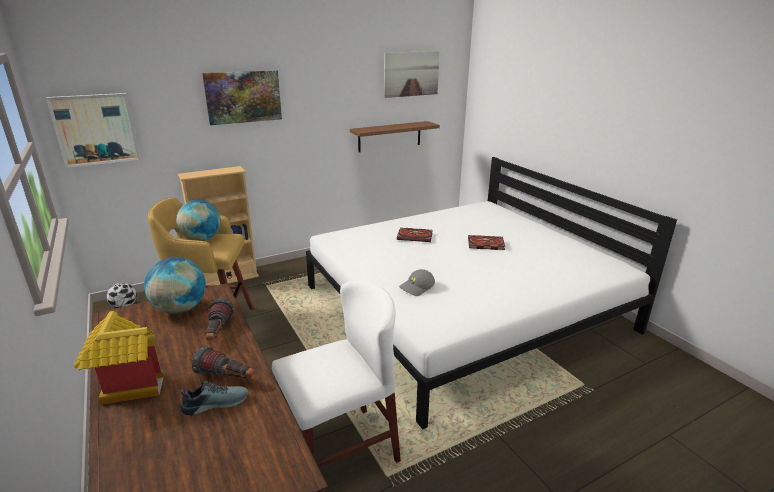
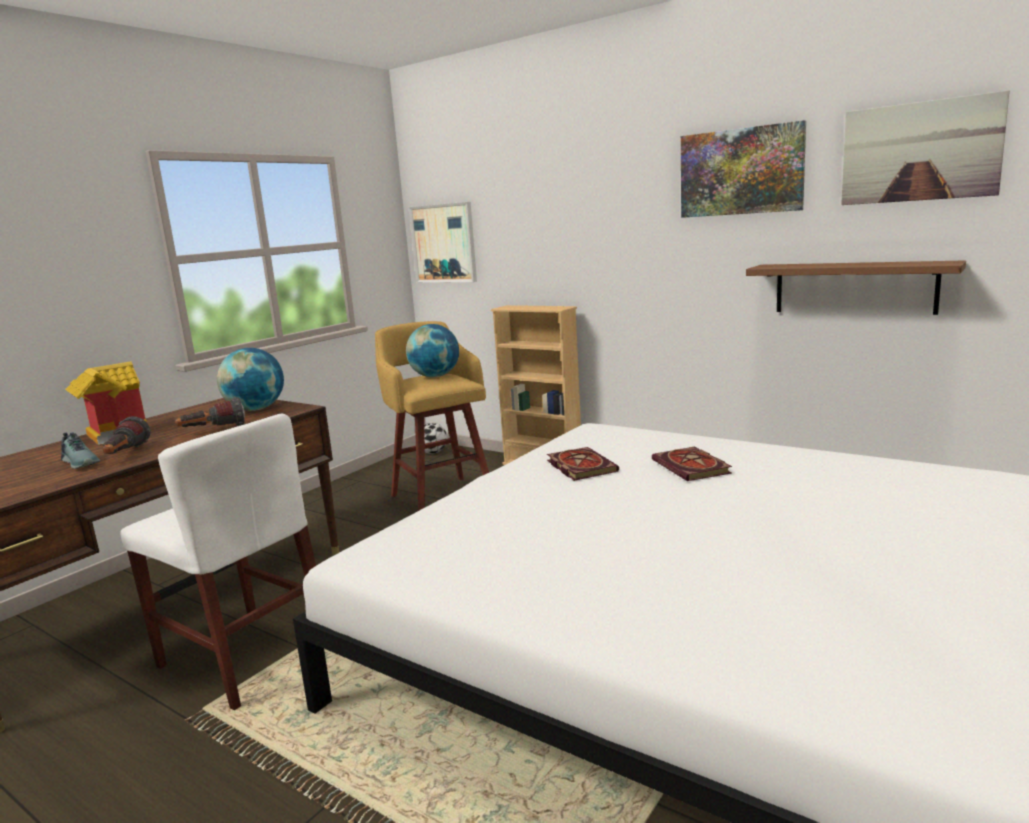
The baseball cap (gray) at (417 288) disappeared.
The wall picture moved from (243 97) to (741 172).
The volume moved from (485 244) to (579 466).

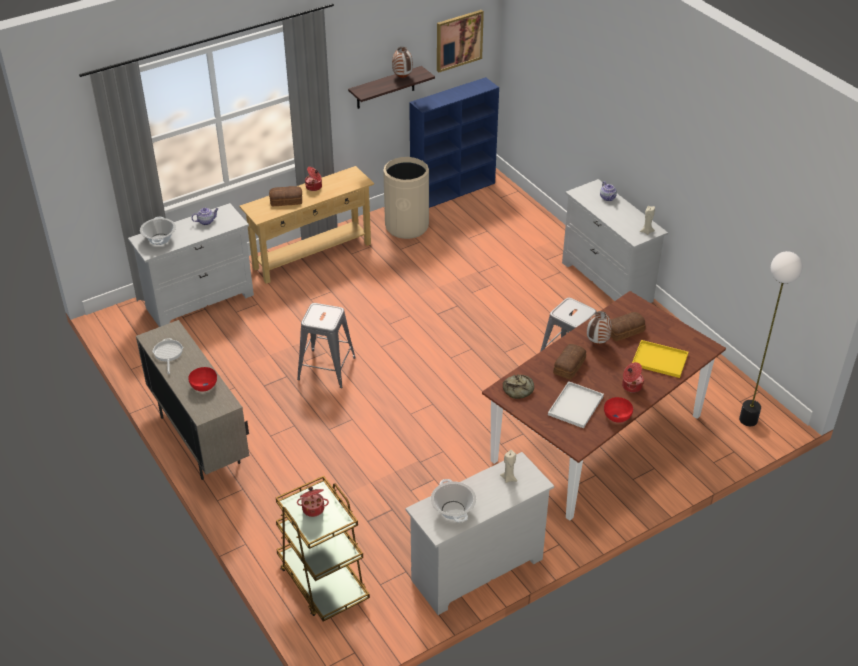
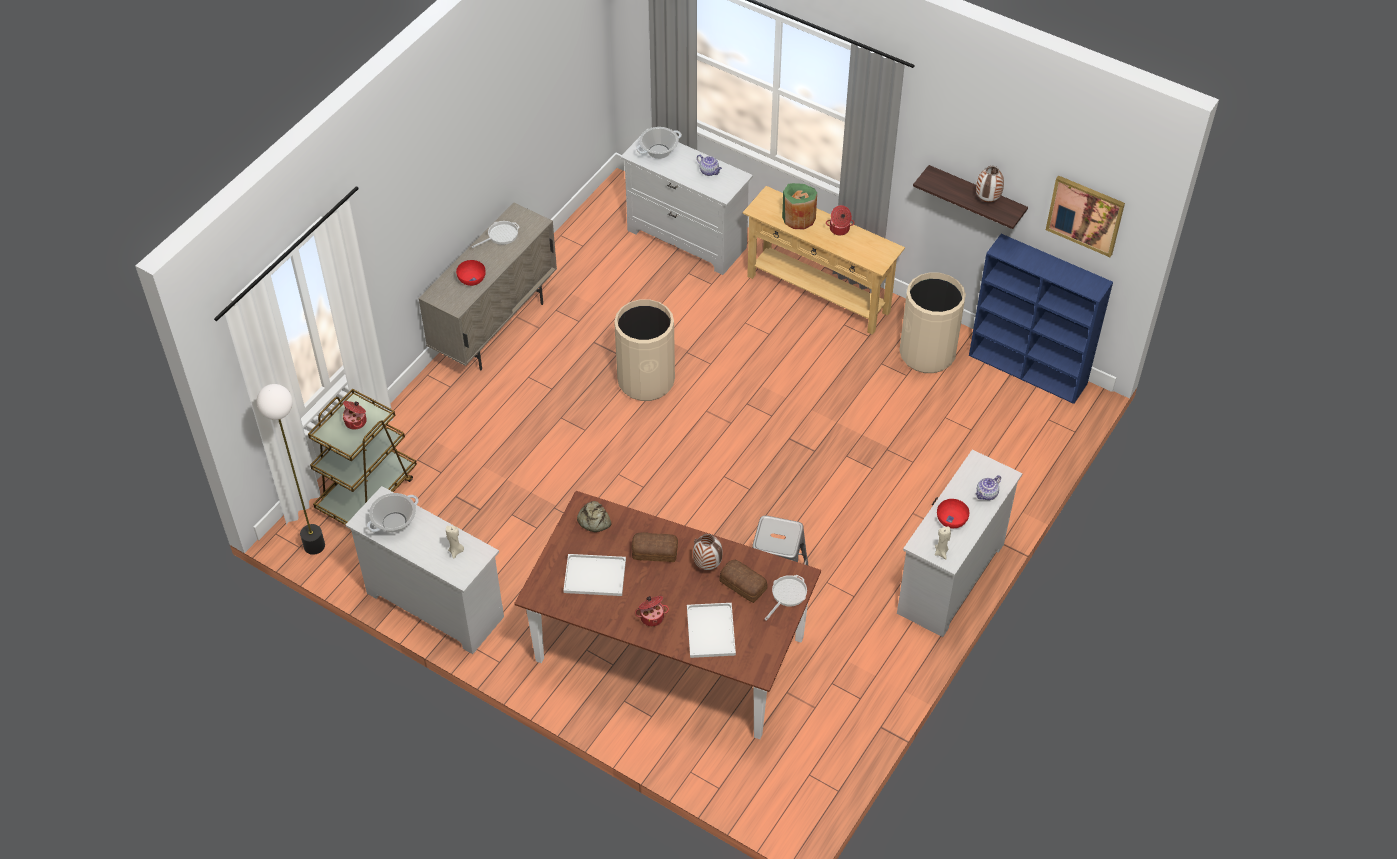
The frying pan at (787 594) appeared.
The serving bowl (red) moved from (617 416) to (951 520).
The standing lamp moved from (748 419) to (314 545).
The bread at (286 201) was replaced by the decorative vase (greenish) at (798 218).
The stool (gray) at (326 369) was replaced by the trash can (beige) at (646 380).
The tray (yellow-coloured) at (661 359) became the tray (white) at (711 632).

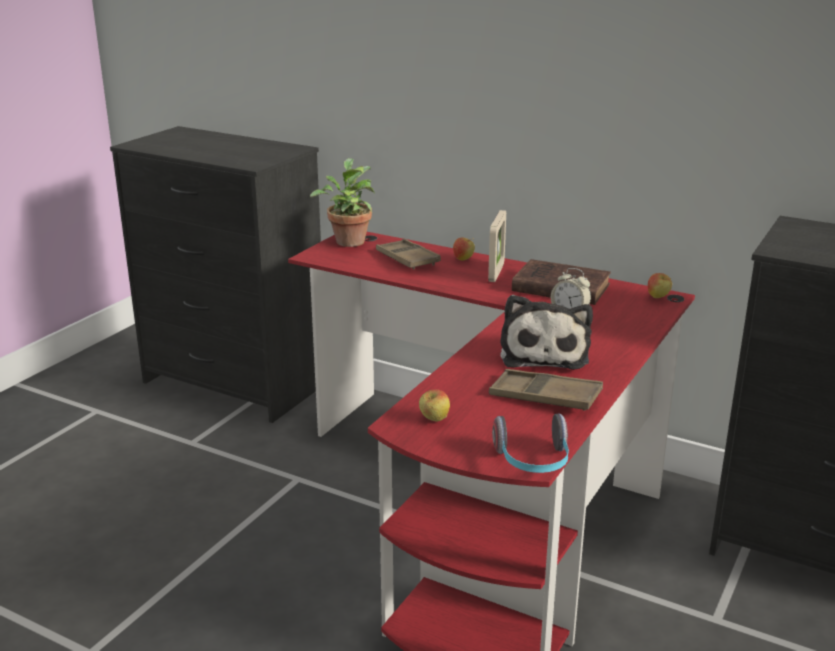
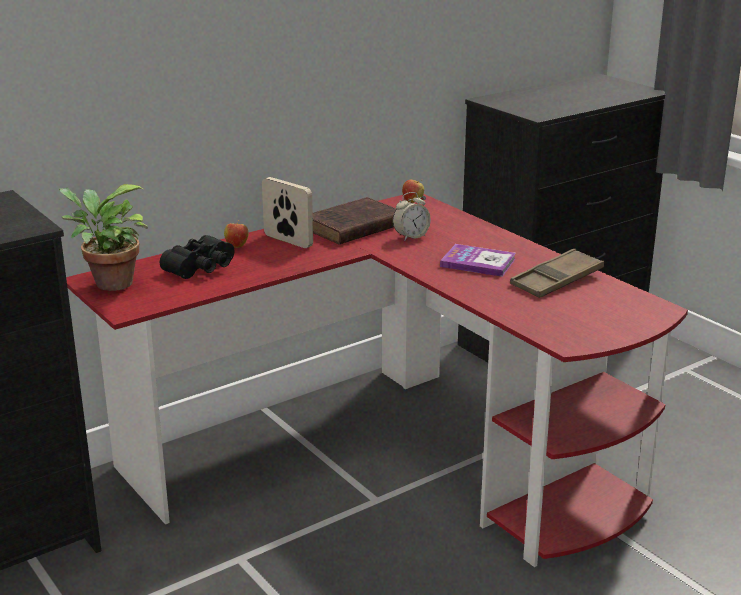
The whole apple at (434 420) disappeared.
The headphones at (533 462) disappeared.
The tray (brownish) at (407 259) was replaced by the binoculars (black) at (203 268).
The soft toy at (544 353) was replaced by the volume at (478 262).

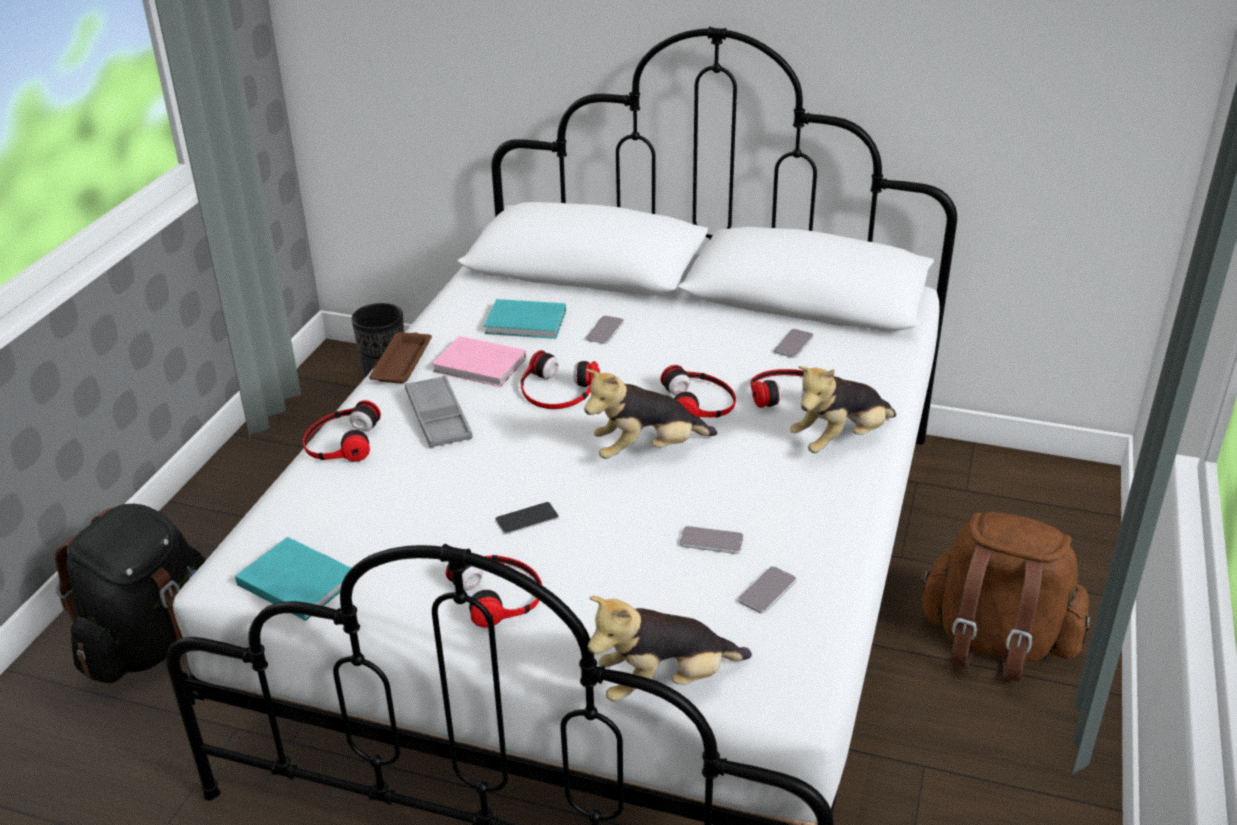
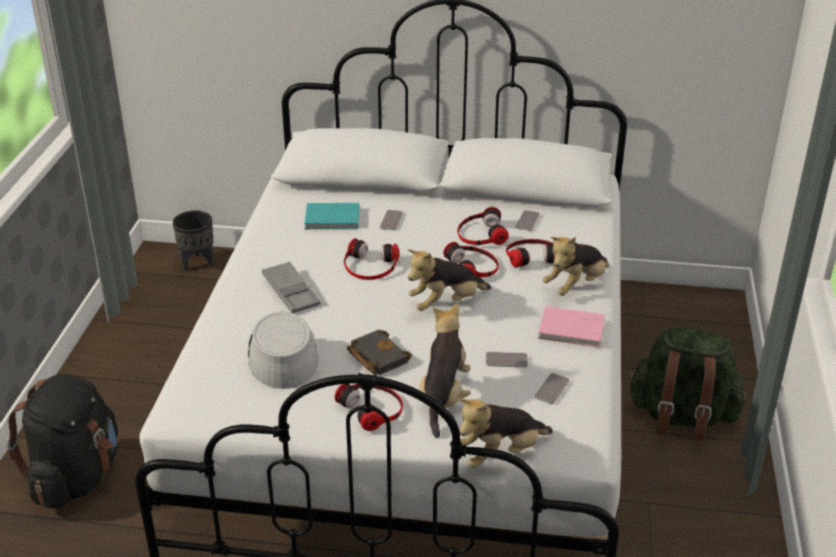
The volume (blue-green) at (296 580) disappeared.
The tray (brownish) at (402 362) disappeared.
The hat (gray) at (282 355) appeared.
The soft toy at (443 397) appeared.
The headphones moved from (340 441) to (481 234).
The volume (pink) moved from (481 366) to (573 330).
The phone at (527 518) was replaced by the volume (black) at (376 356).
The backpack (brownish) at (995 643) became the backpack (greenish) at (681 417).

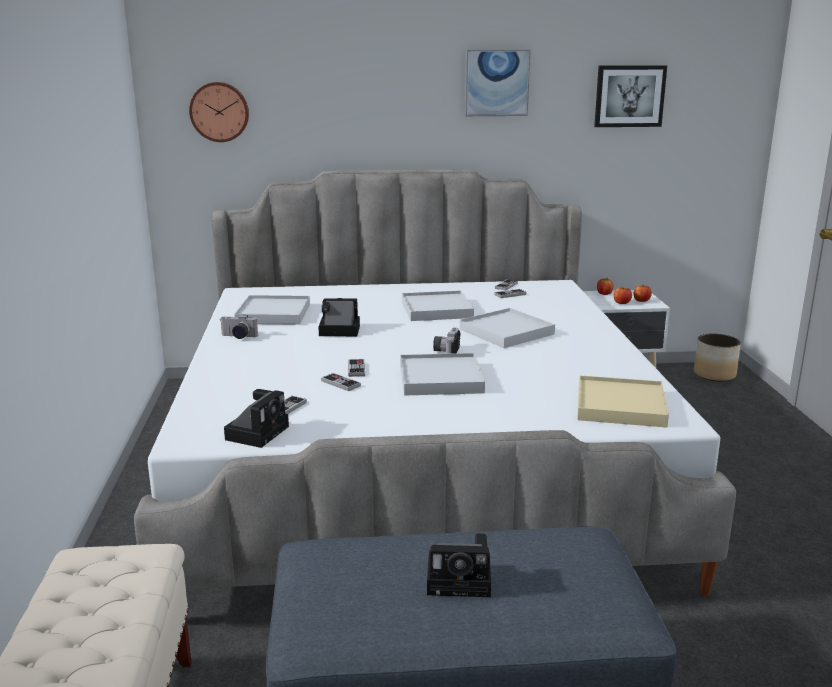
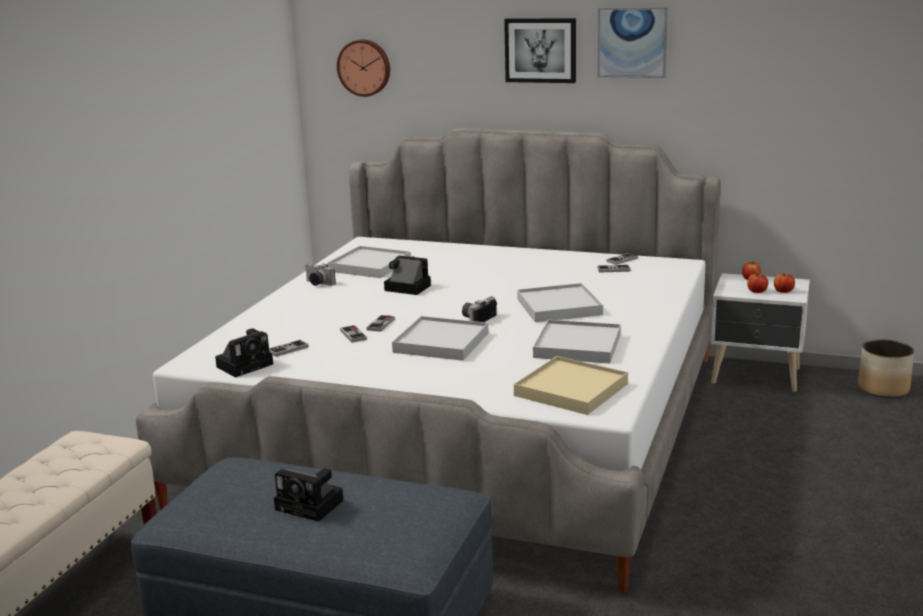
The tray (white) moved from (436 309) to (577 346).
The wall picture moved from (629 96) to (540 50).

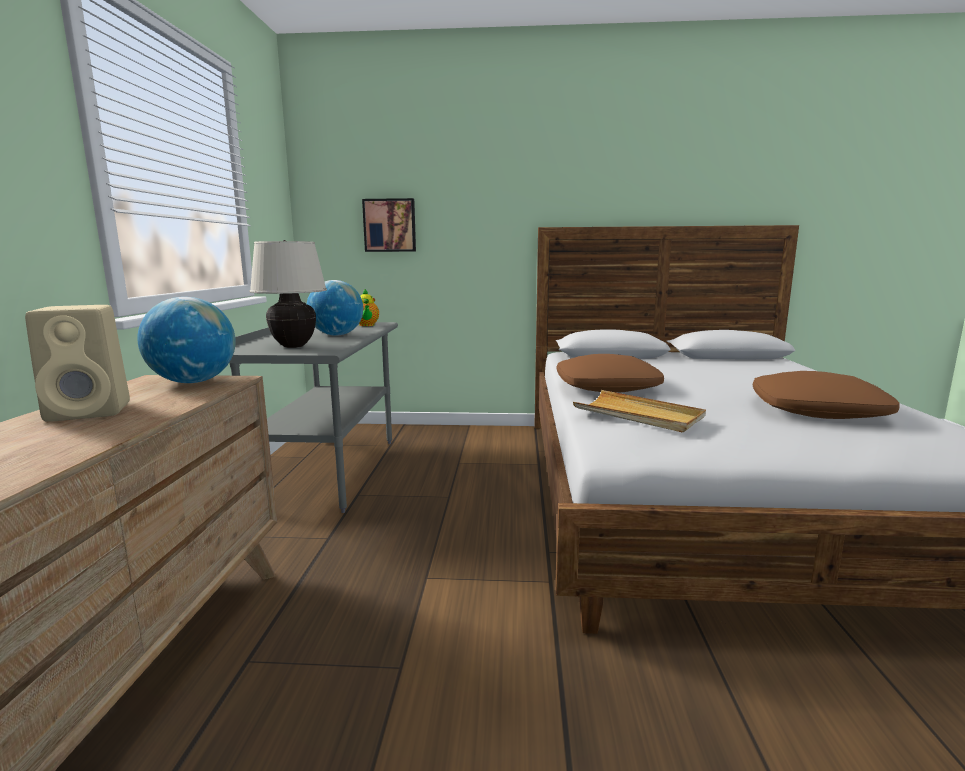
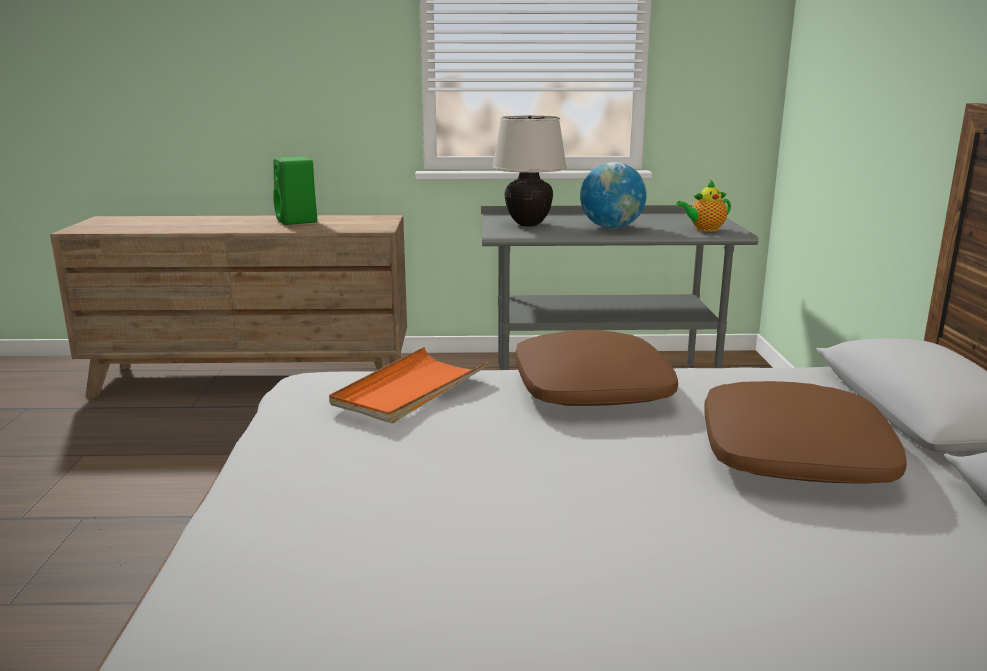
The globe at (193 382) disappeared.
The wall picture at (390 225) disappeared.
The pillow (brownish) moved from (817 410) to (795 455).
The audio speaker (beige) at (92 411) became the audio speaker (greenish) at (297 221).
The tray (beige) at (638 415) became the tray (orangey) at (410 390).

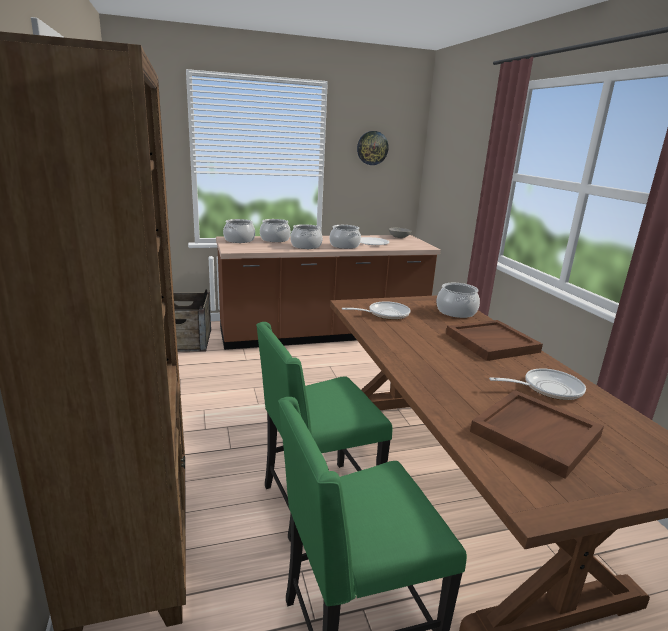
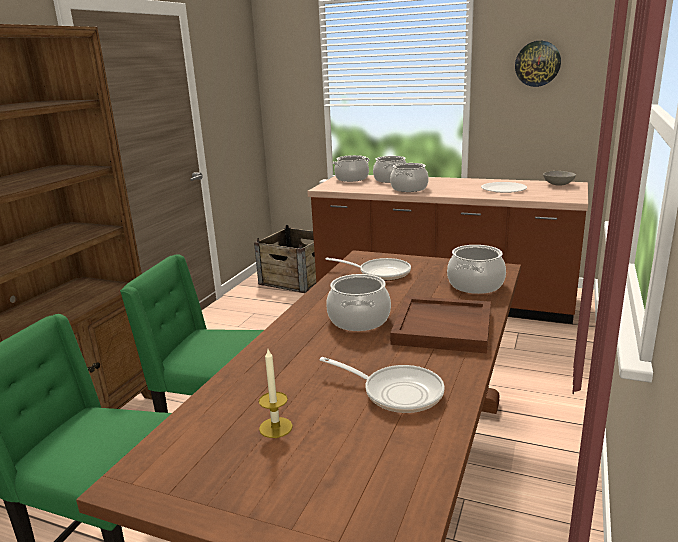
The cooking pot moved from (344 246) to (358 320).
The tray (brownish) at (534 433) was replaced by the wax candle at (275 427).

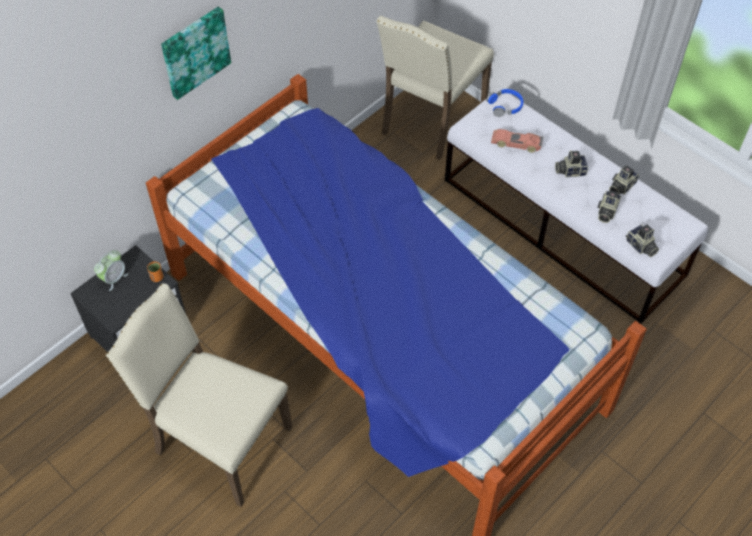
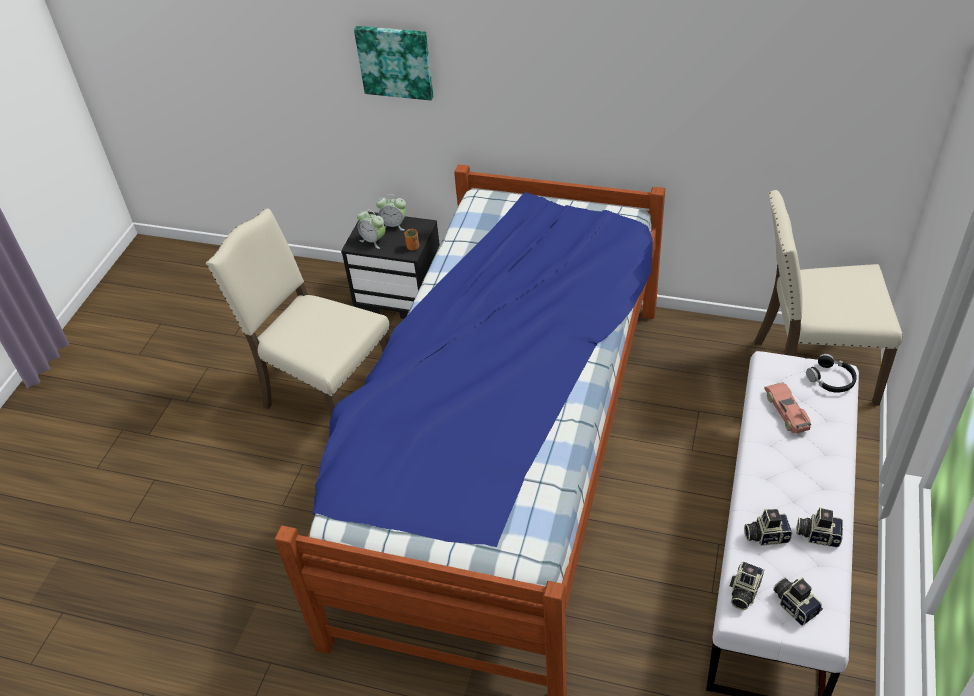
The bedside clock at (373 240) appeared.
The wall picture moved from (194 51) to (395 61).
The still camera moved from (570 170) to (795 605).
The headphones (blue) at (505 106) became the headphones (black) at (831 379).
The plain chair (beige) at (219 441) turned 60 degrees counterclockwise.

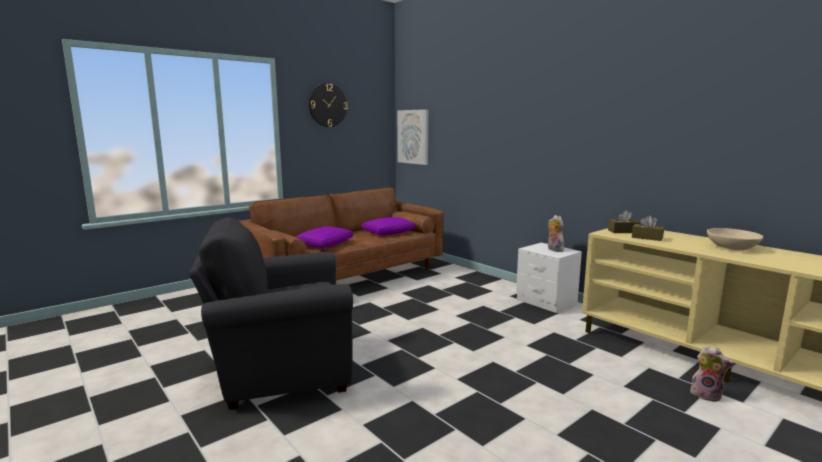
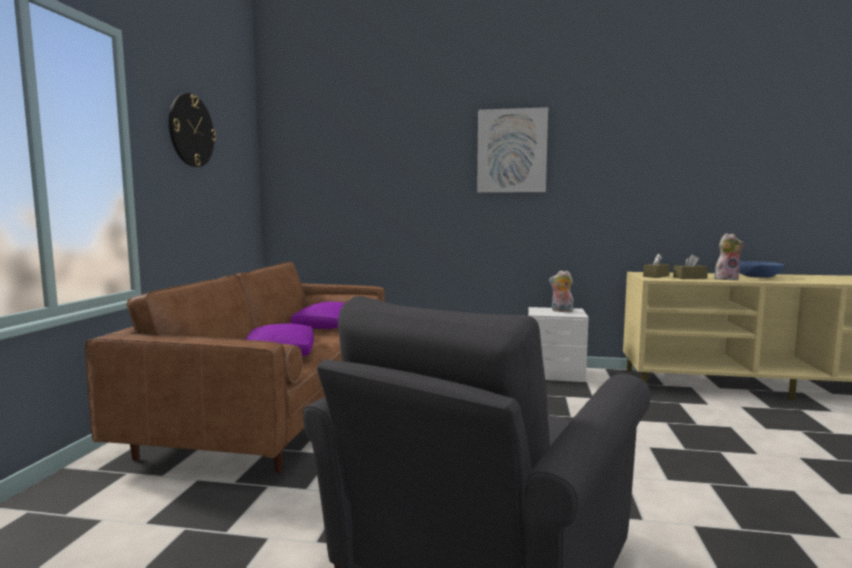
The wall picture moved from (413 137) to (512 151).
The soft toy moved from (706 395) to (726 279).
The serving bowl (beige) at (732 248) became the serving bowl (blue) at (757 277).

